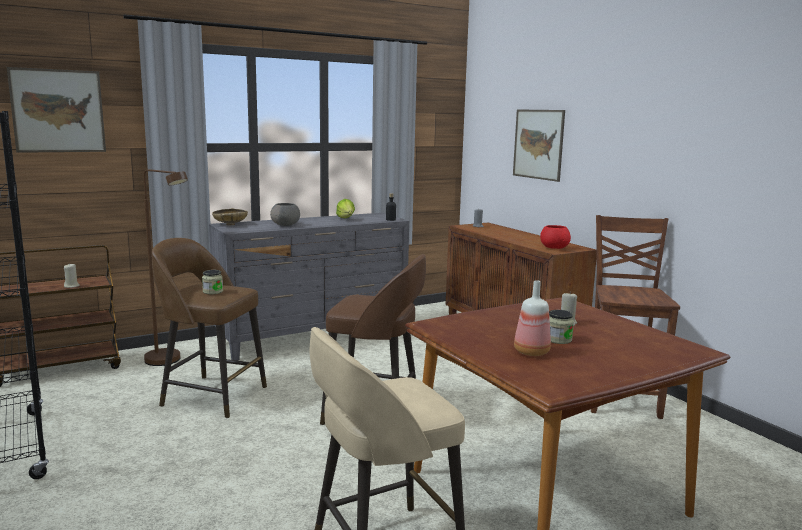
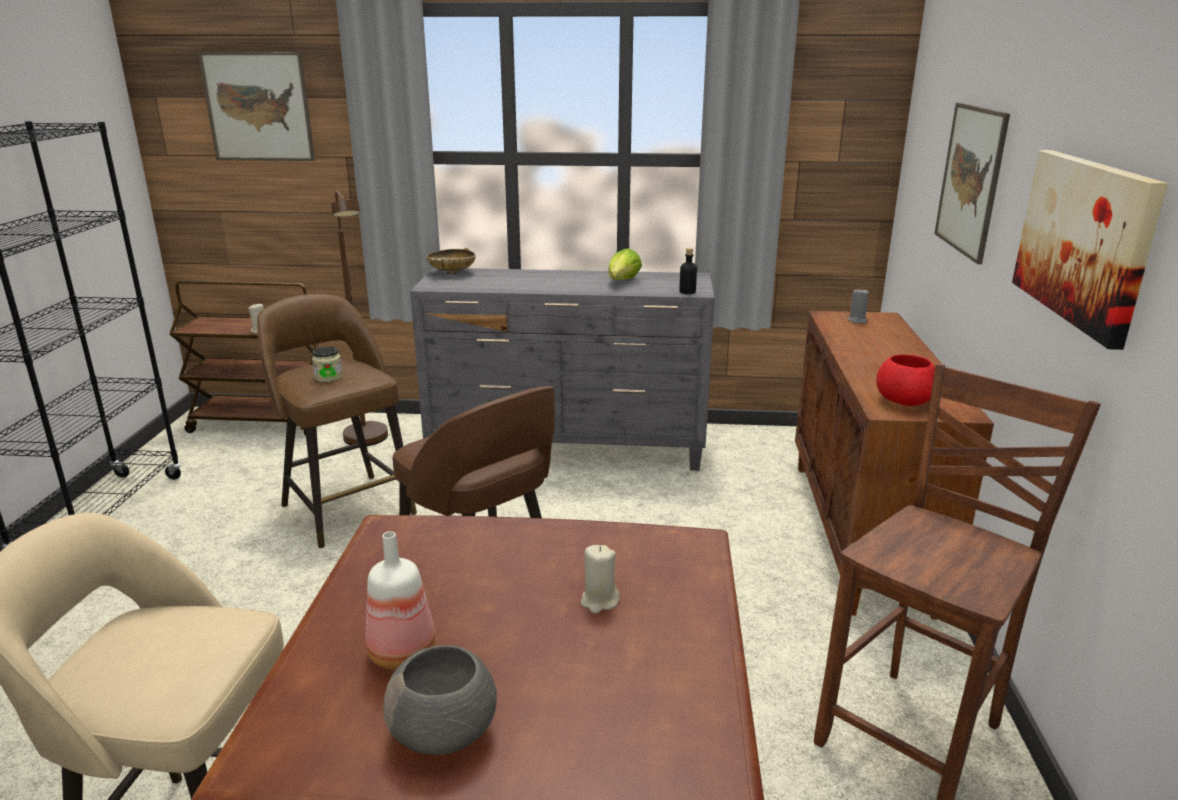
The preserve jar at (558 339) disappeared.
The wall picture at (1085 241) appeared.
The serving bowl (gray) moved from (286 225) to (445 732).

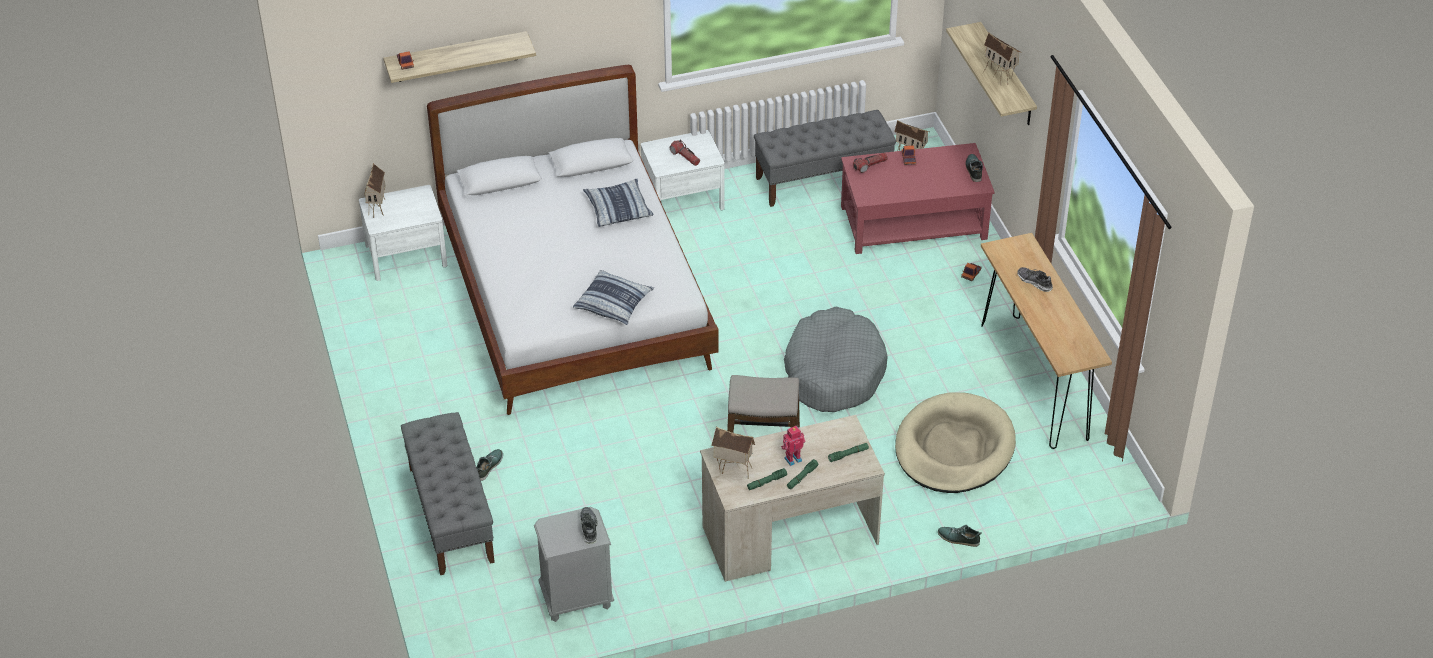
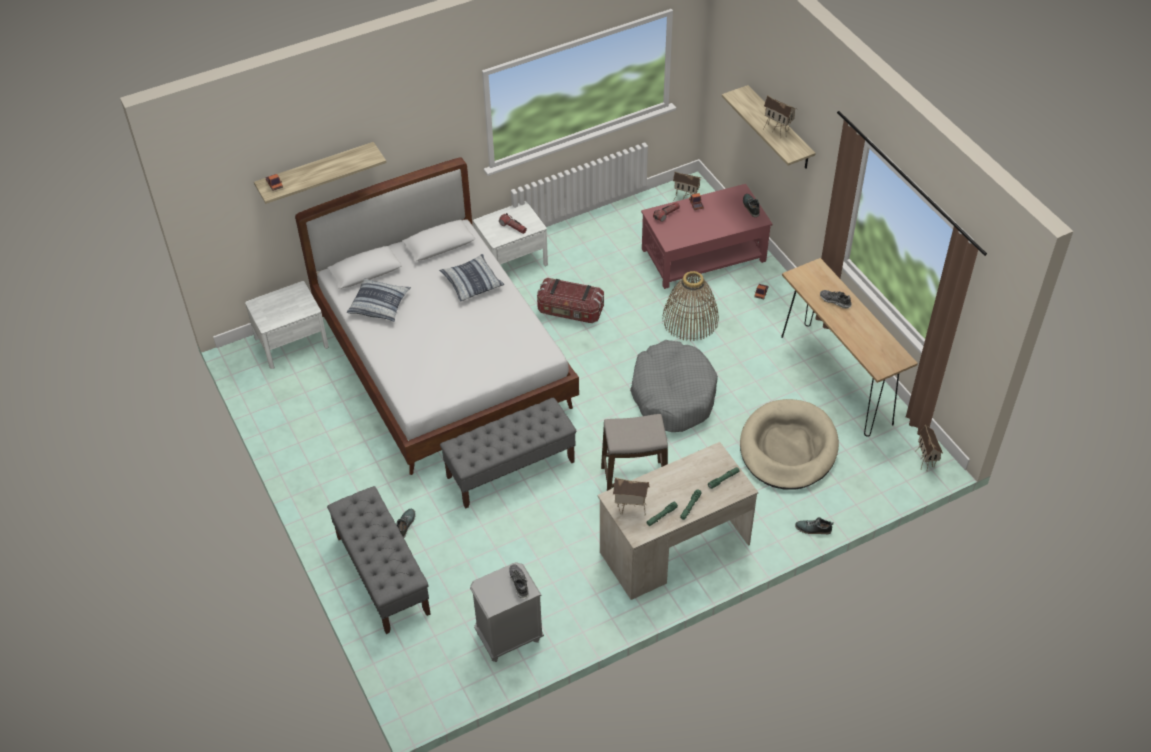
The toy robot at (792 458) disappeared.
The storage bin at (570 311) appeared.
The basket at (690 320) appeared.
The miniature house moved from (378 209) to (925 461).
The pillow moved from (613 304) to (379 305).
The bench (gray) moved from (823 179) to (511 469).

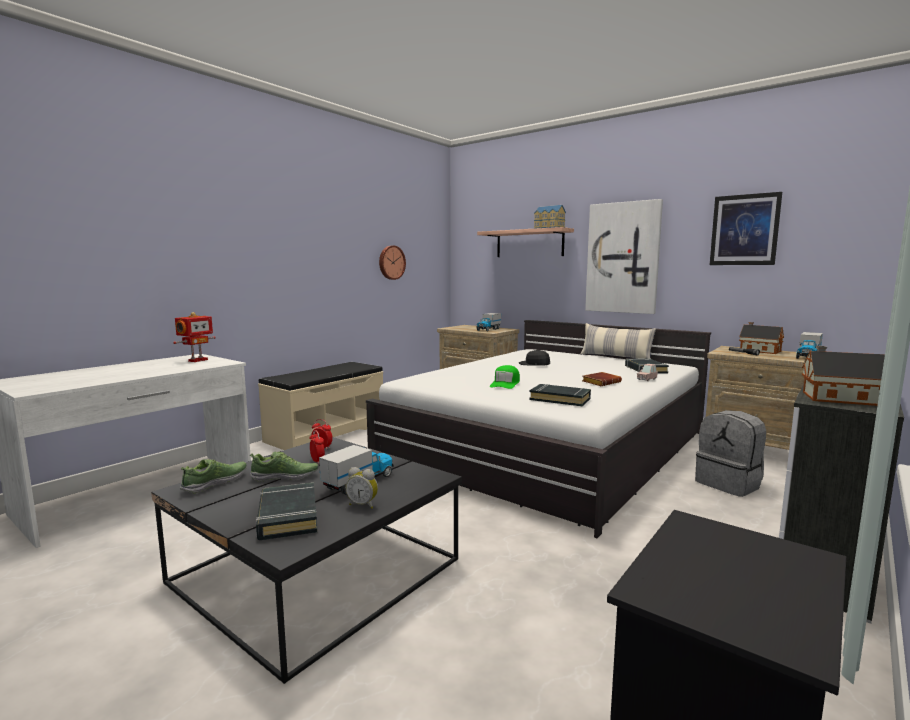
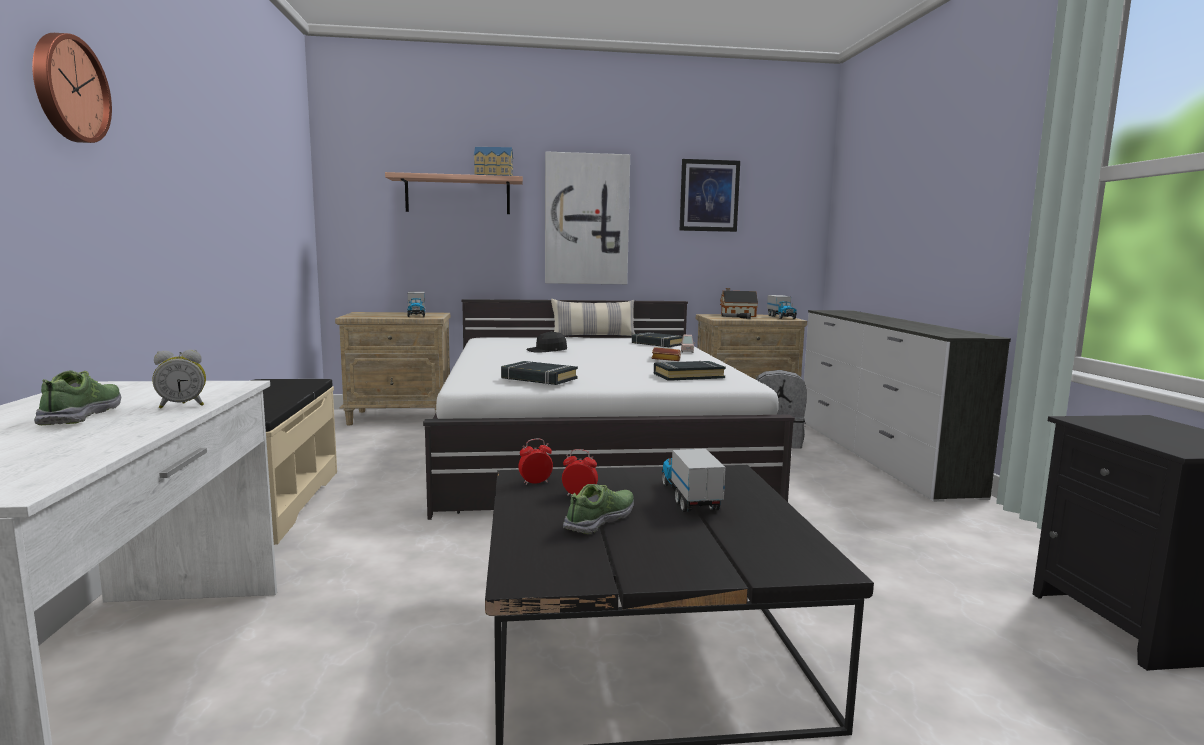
The toy robot at (197 360) disappeared.
The baseball cap (greenish) at (505 384) disappeared.
The miniature house at (838 398) disappeared.
The item of footwear moved from (216 483) to (83 415).
The volume (black) moved from (287 516) to (538 378).
The bedside clock moved from (363 505) to (182 405).
The wall clock moved from (391 262) to (68 89).

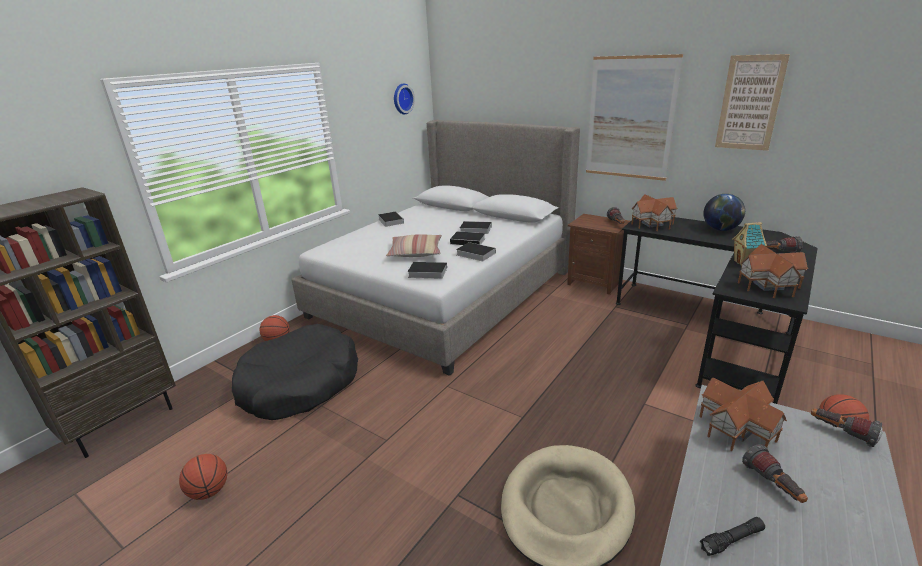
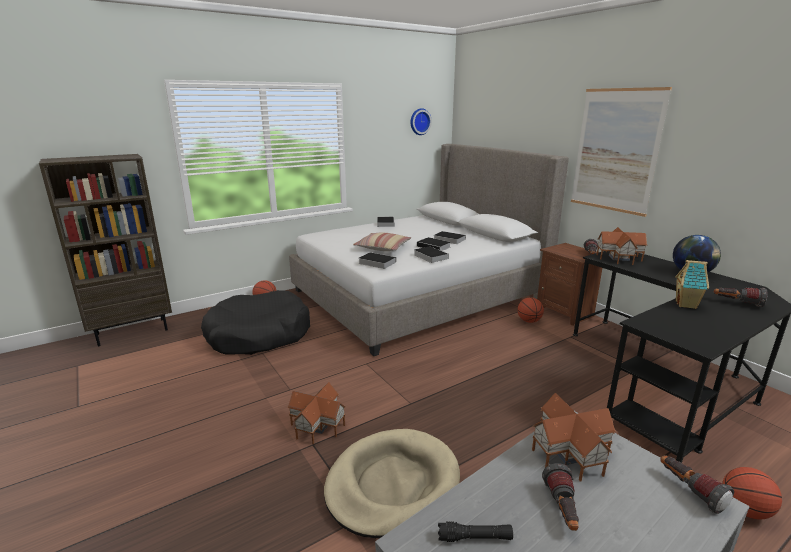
The wall picture at (750 103) disappeared.
The basketball moved from (209 491) to (529 321).
The miniature house moved from (769 286) to (318 425).

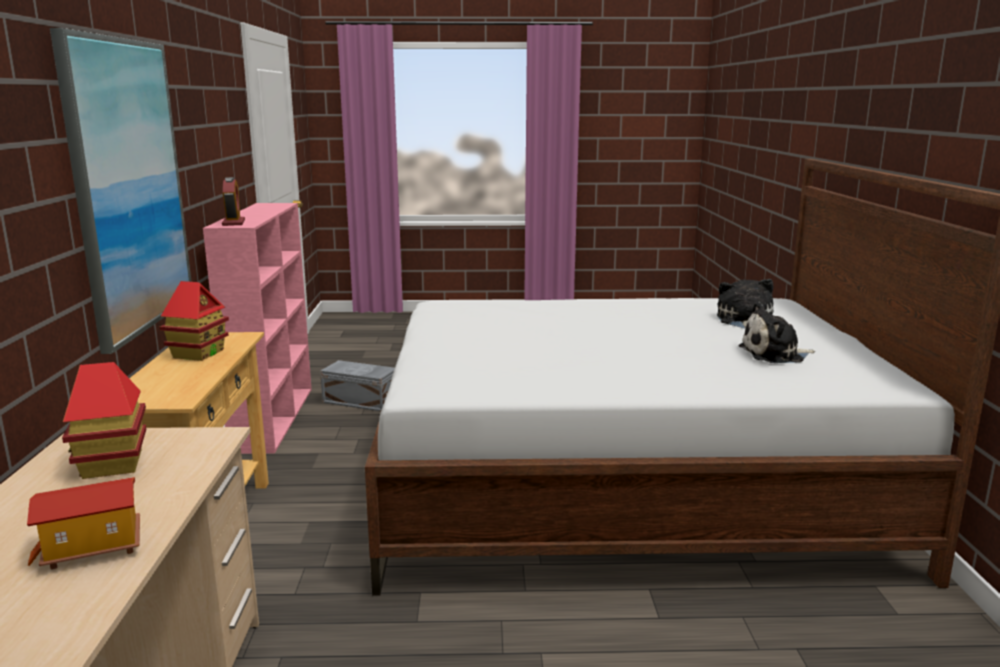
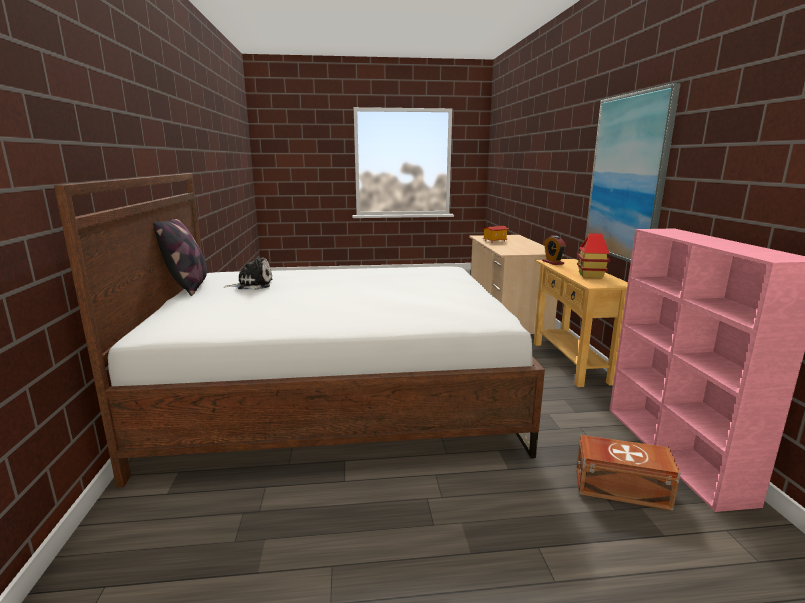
The miniature house at (113 464) disappeared.
The soft toy at (744 321) disappeared.
The pillow at (188 286) appeared.
The bedside clock moved from (233 222) to (553 262).
The storage bin (gray) at (361 401) became the storage bin (brownish) at (620 487).

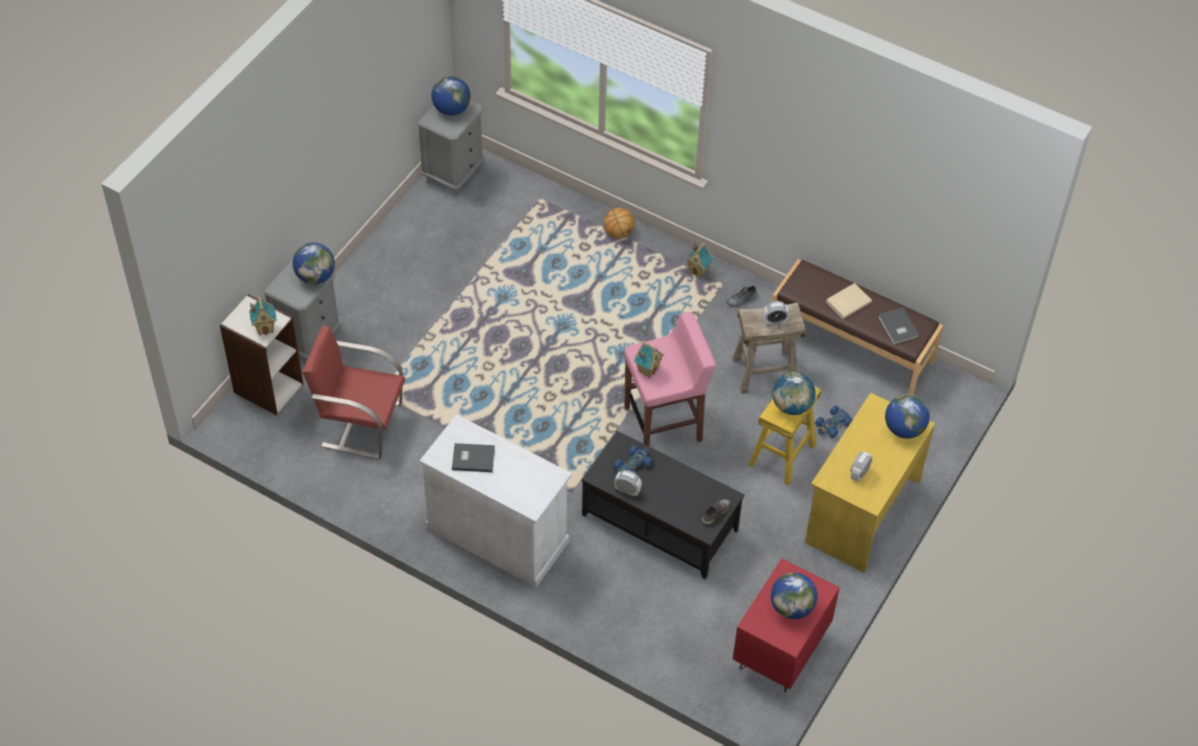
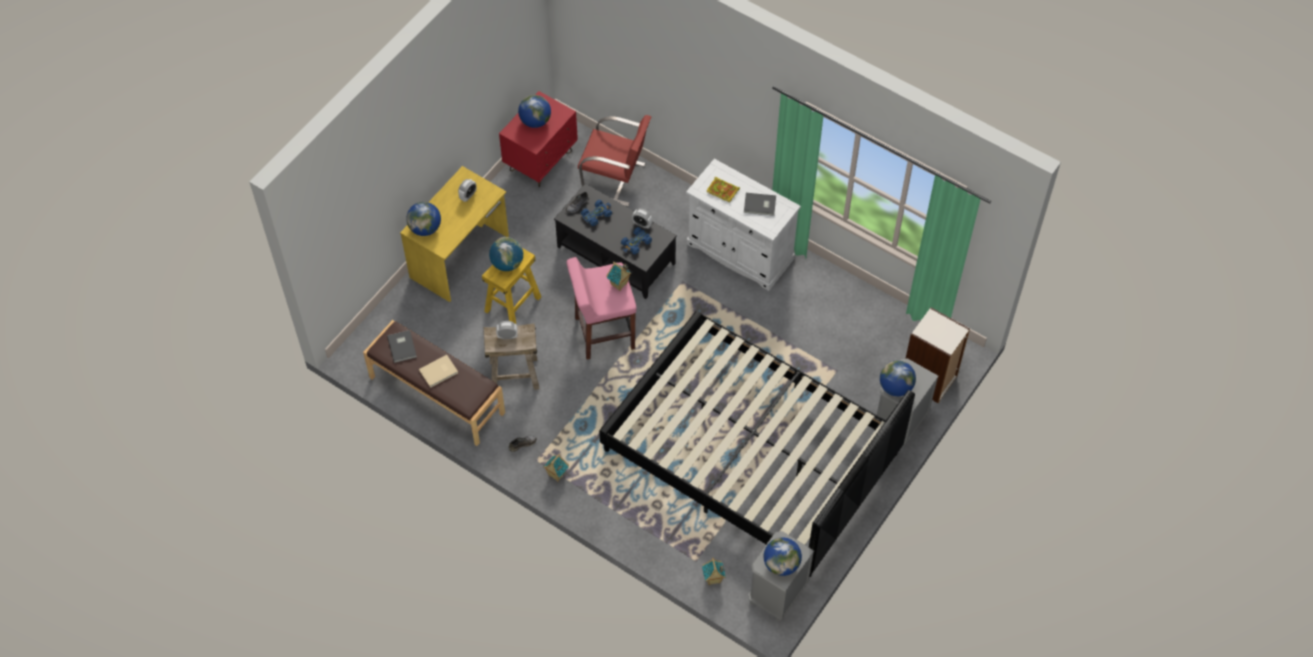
The basketball at (618 233) disappeared.
The sleeping bed (black) at (750 453) appeared.
The volume at (723 190) appeared.
The miniature house moved from (265 328) to (713 579).
The plain chair (red) moved from (360 423) to (615 179).
The miniature car (blue) moved from (833 425) to (596 214).

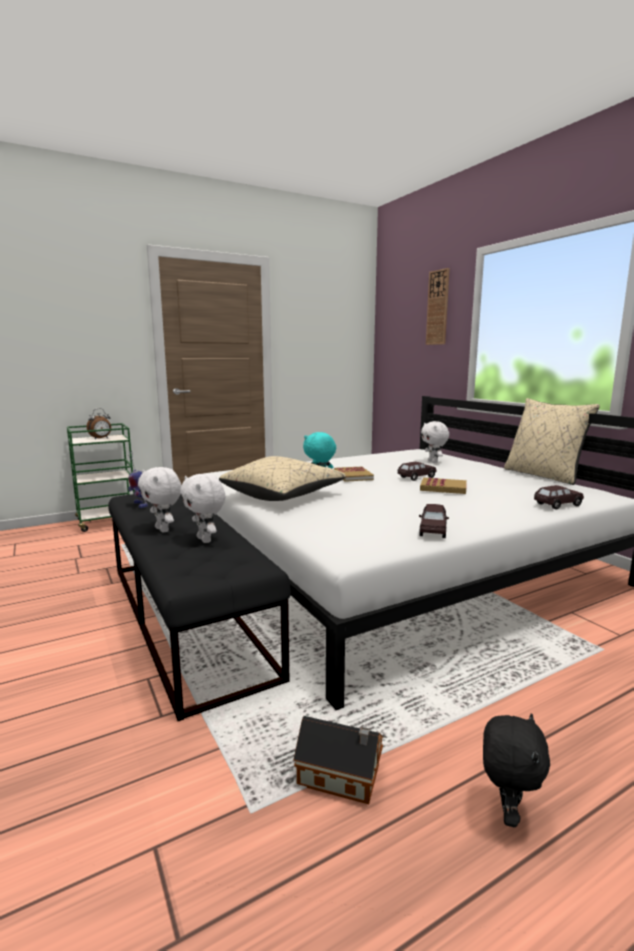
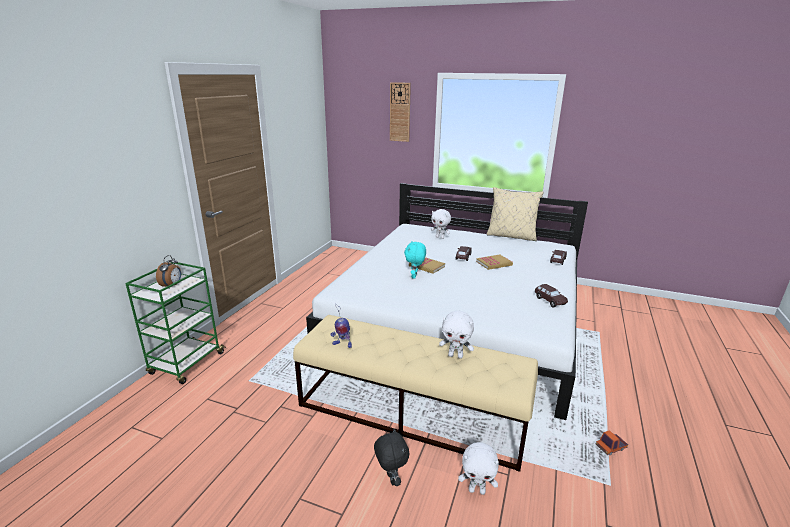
The pillow (beige) at (283 495) disappeared.
The soft toy (white) moved from (163 529) to (477 490).
The soft toy (black) moved from (506 813) to (390 479).
The miniature house at (342 776) was replaced by the toy truck at (610 447).
The bench (black) at (186 617) became the bench (beige) at (412 412).

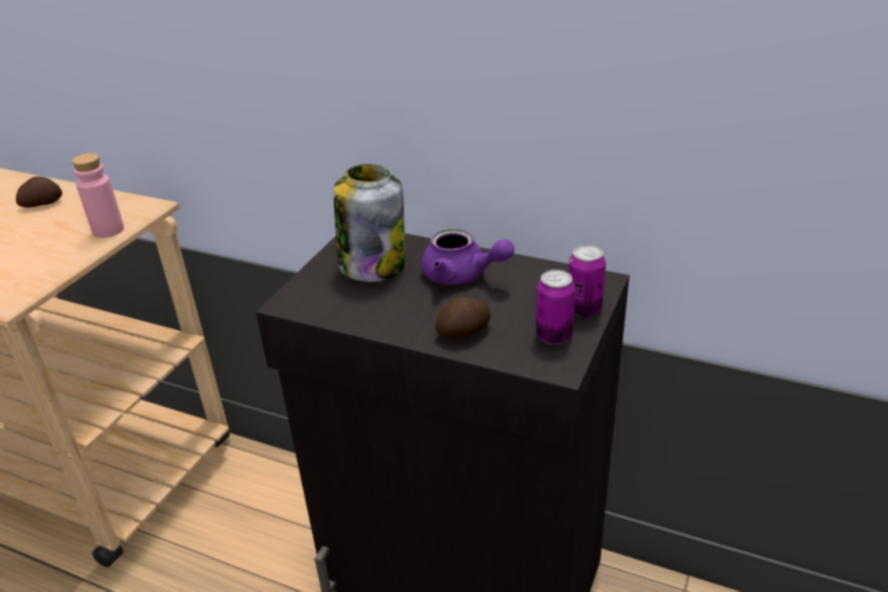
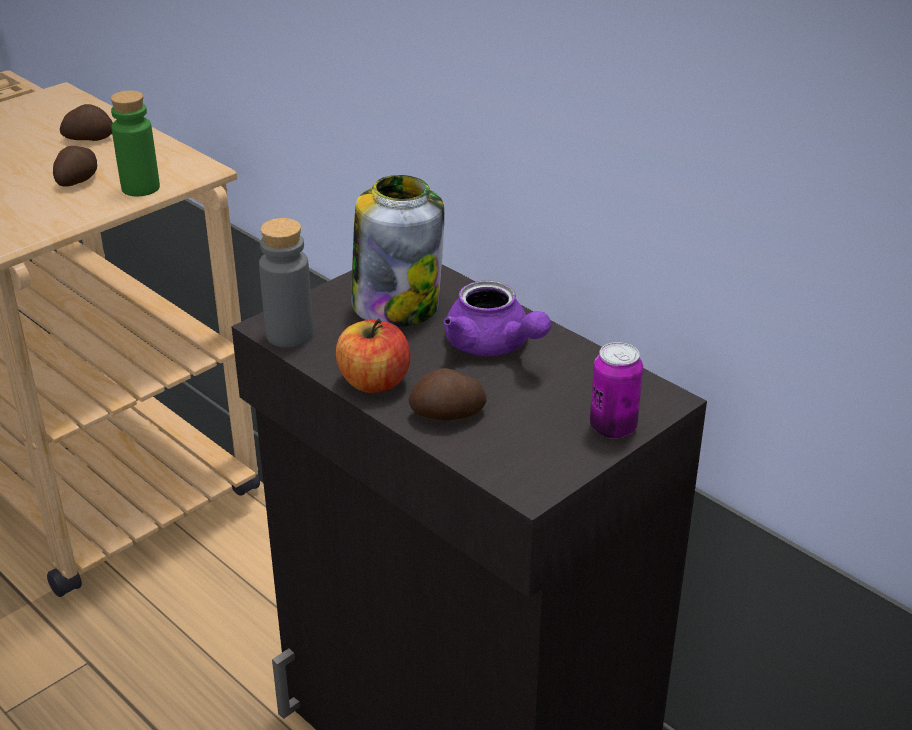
The sealed can at (554 336) disappeared.
The spud at (79 180) appeared.
The beverage bottle (gray) at (289 335) appeared.
The whole apple at (374 382) appeared.
The beverage bottle (pink) at (108 230) became the beverage bottle (greenish) at (140 188).

